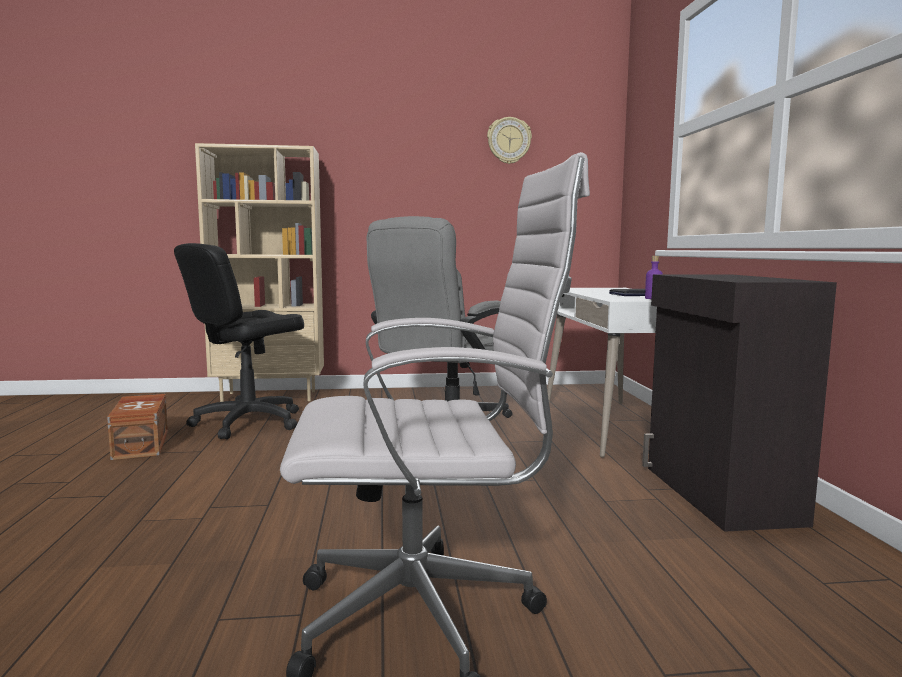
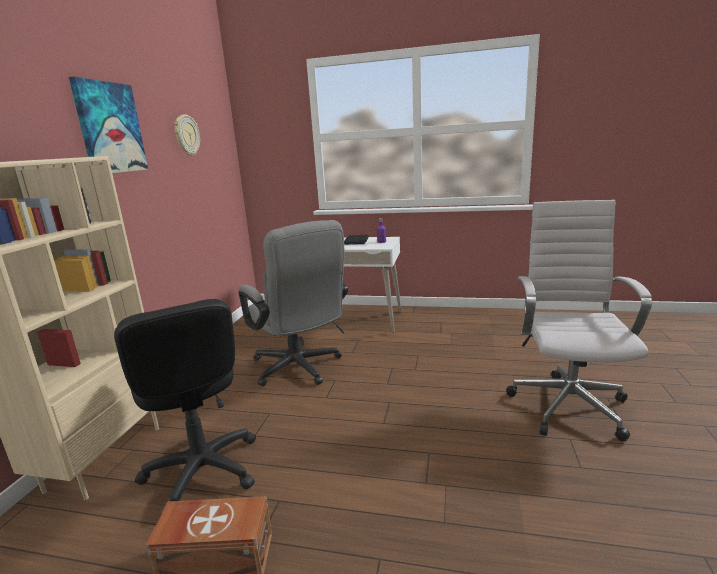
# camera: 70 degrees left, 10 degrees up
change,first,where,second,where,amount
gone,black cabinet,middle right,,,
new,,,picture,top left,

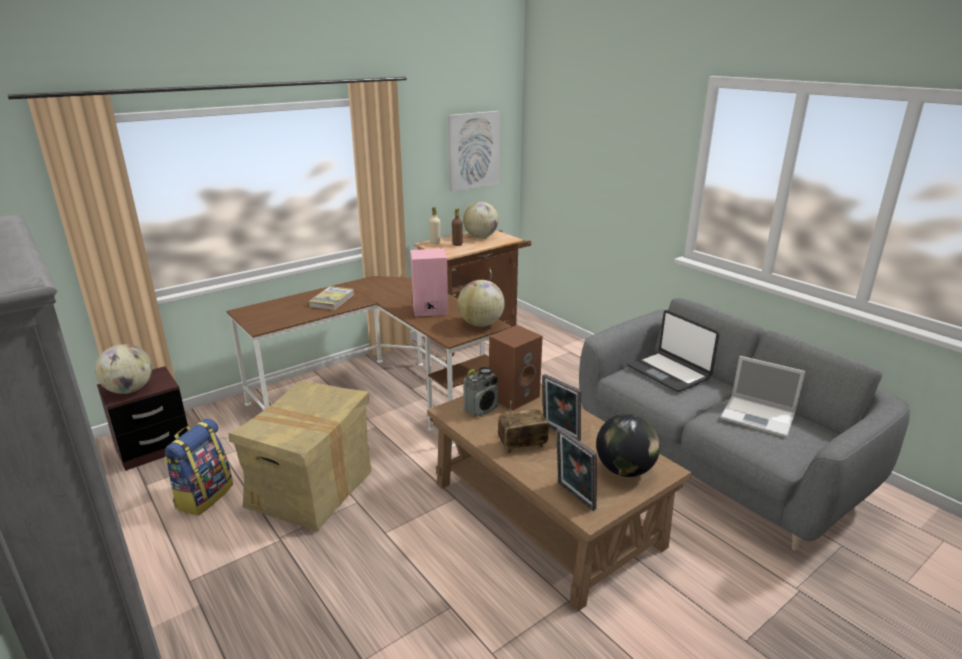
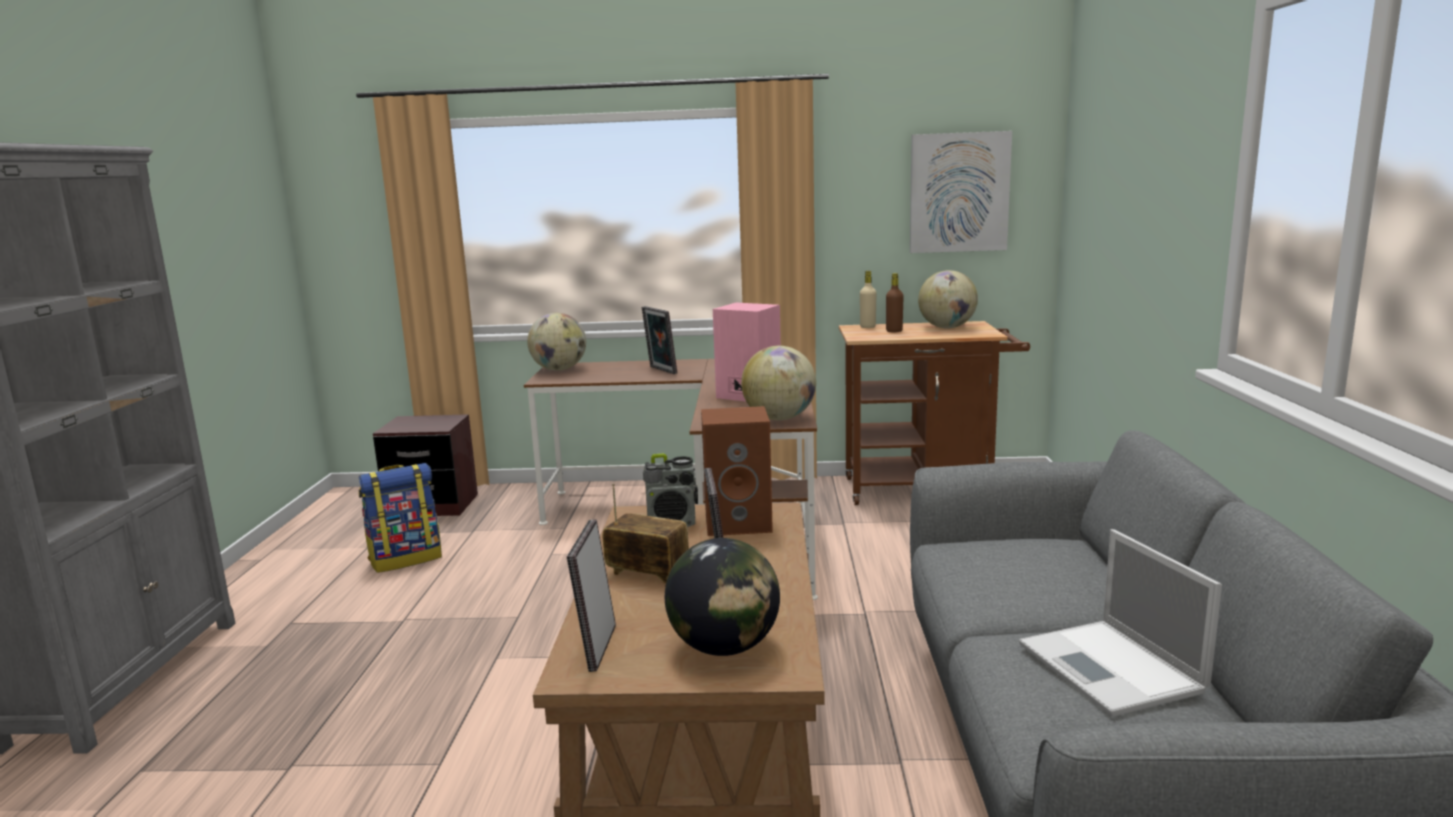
# camera: 40 degrees right, 10 degrees down
change,first,where,second,where,amount
gone,cardboard box,bottom left,,,
gone,laptop (no. 1 from left),middle right,,,
shifted,globe (no. 1 from left),middle left,,centre,
swapped,book,centre,picture frame (no. 2 from left),centre,

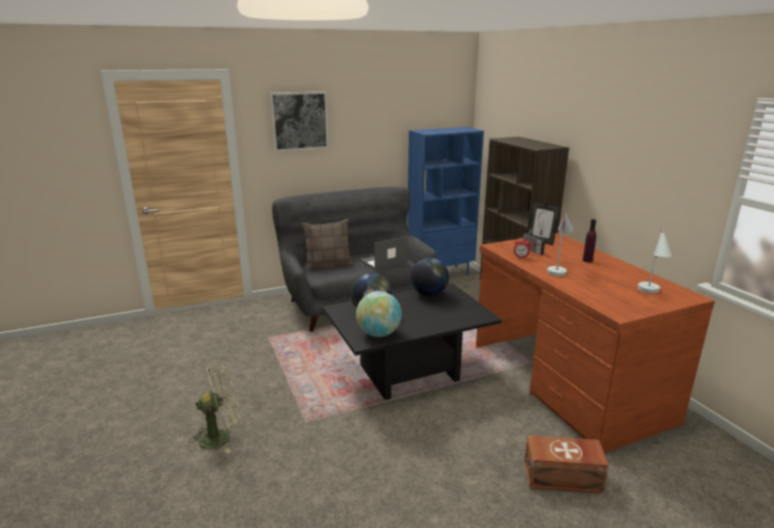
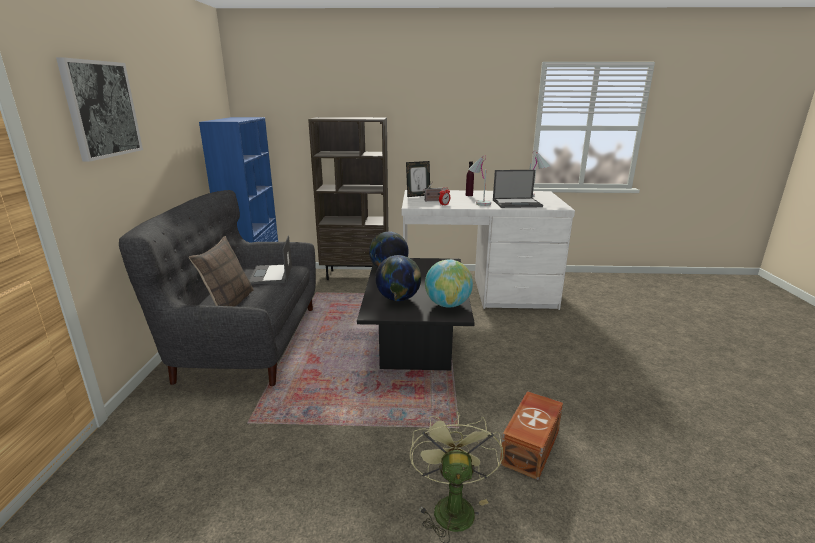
# camera: 65 degrees left, 0 degrees up
change,first,where,second,where,amount
new,,,laptop (no. 2 from left),centre,
shifted,brown storage box,bottom right,,bottom centre,
repainted,brown desk,middle right,white desk,centre,

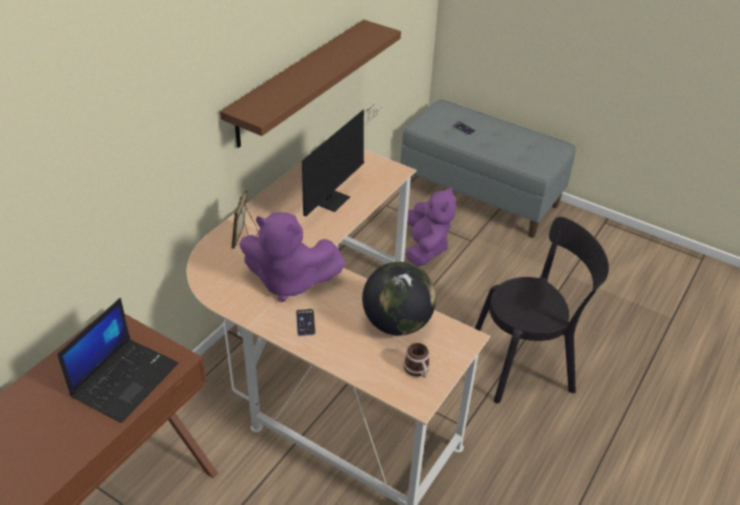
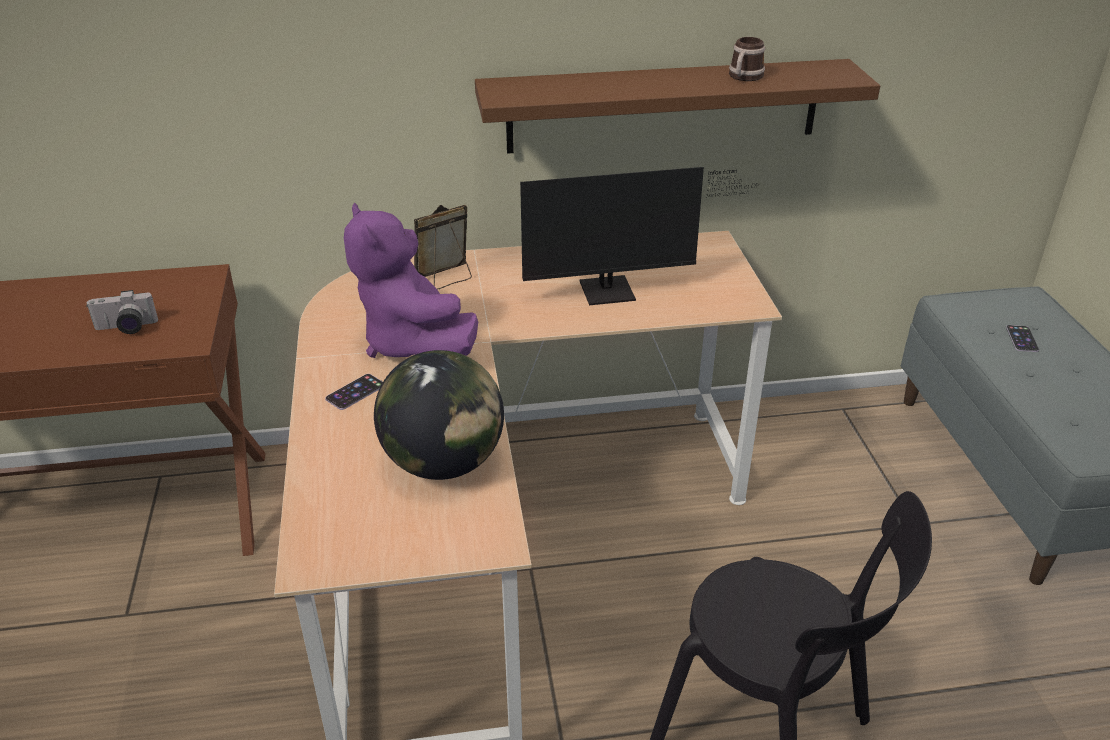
# camera: 50 degrees right, 5 degrees down
change,first,where,second,where,amount
gone,purple plush toy (no. 2 from left),centre,,,
shifted,mug,bottom centre,,top right,
swapped,laptop,bottom left,photo camera,middle left,

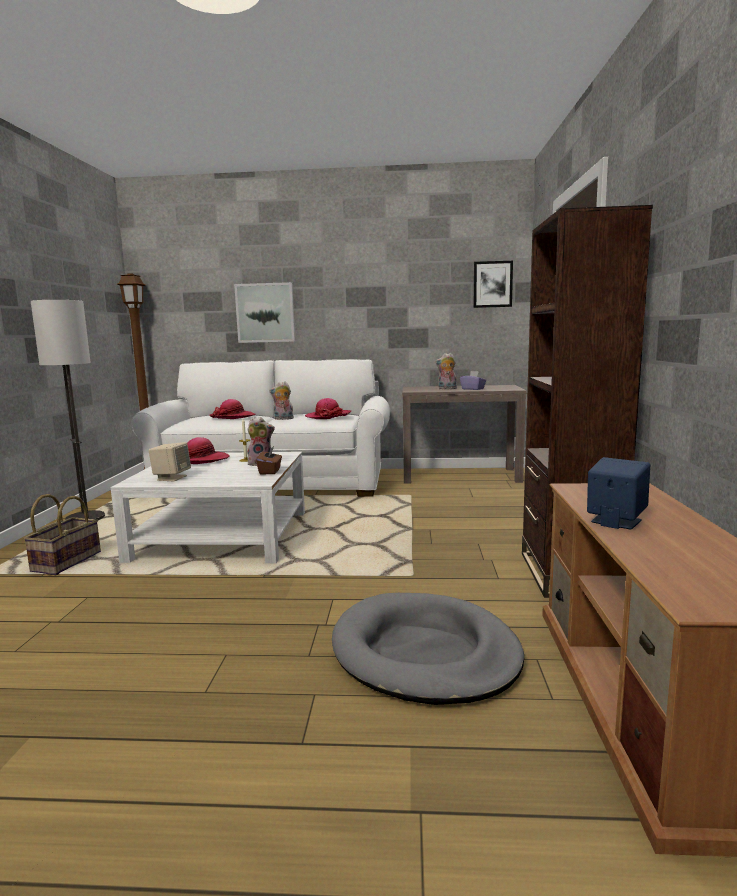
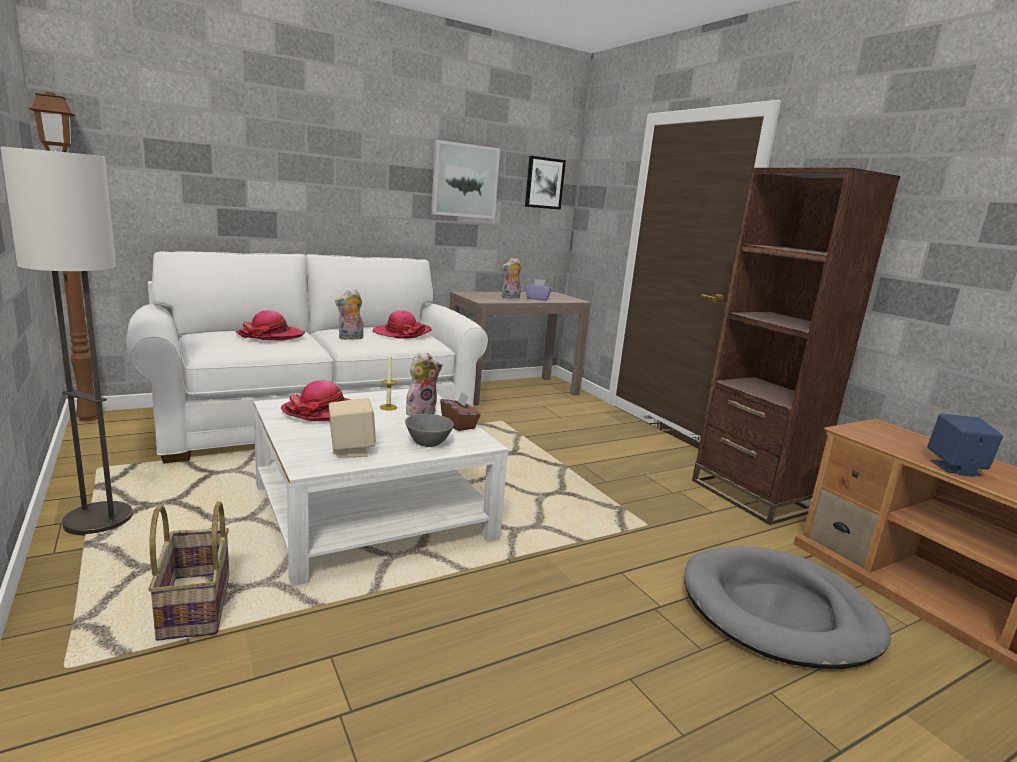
# camera: 35 degrees left, 5 degrees up
change,first,where,second,where,amount
new,,,grey bowl,centre,
shifted,picture (no. 1 from left),centre,,top centre,

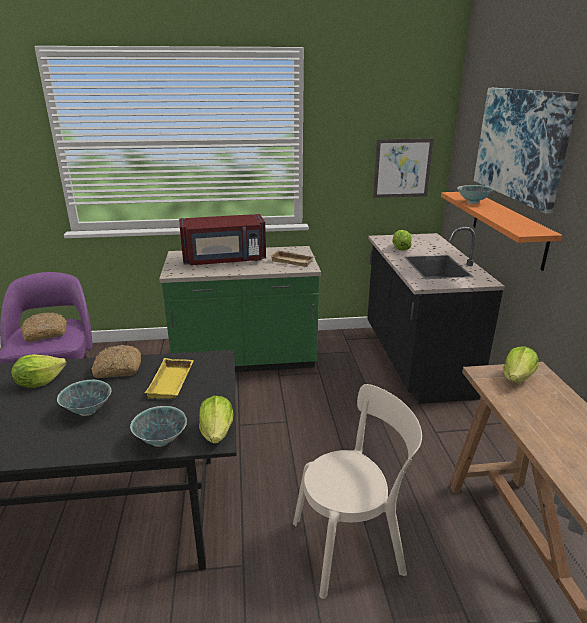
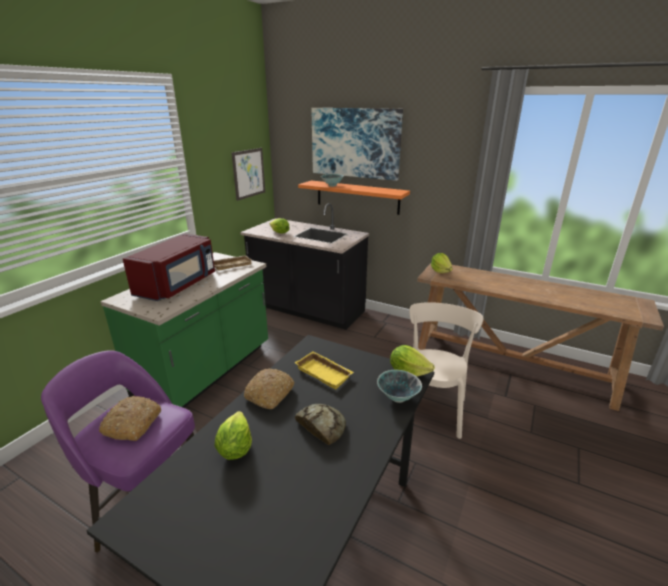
# camera: 55 degrees left, 0 degrees up
change,first,where,second,where,amount
swapped,bowl (no. 1 from left),middle left,bread (no. 3 from left),bottom centre,

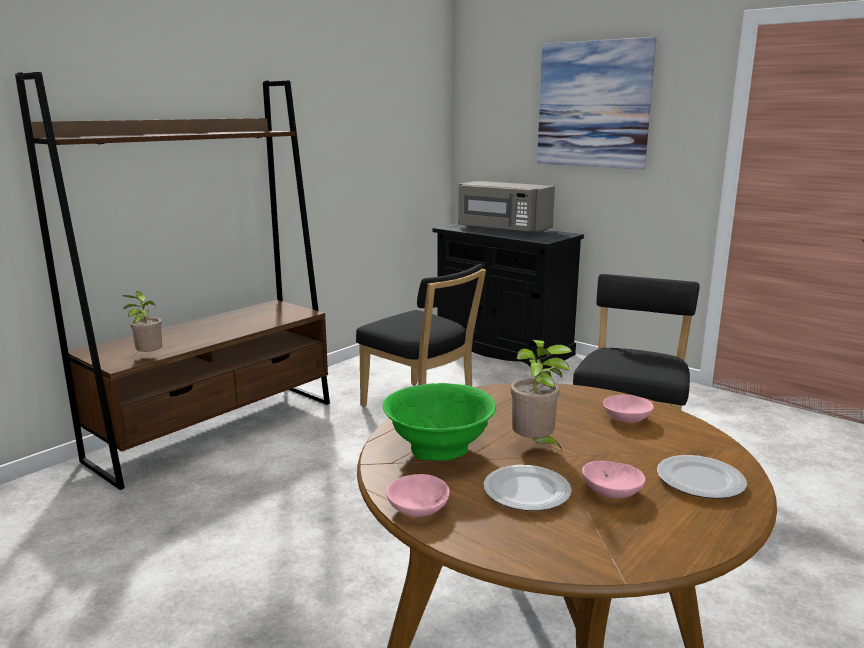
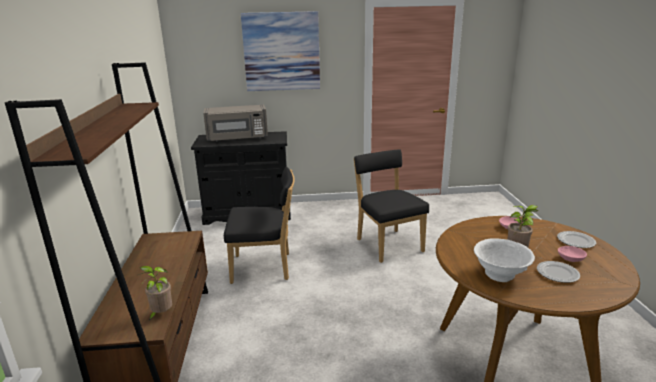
# camera: 45 degrees left, 5 degrees up
change,first,where,second,where,amount
gone,pink bowl (no. 1 from left),bottom centre,,,
repainted,green bowl,centre,white bowl,bottom right,

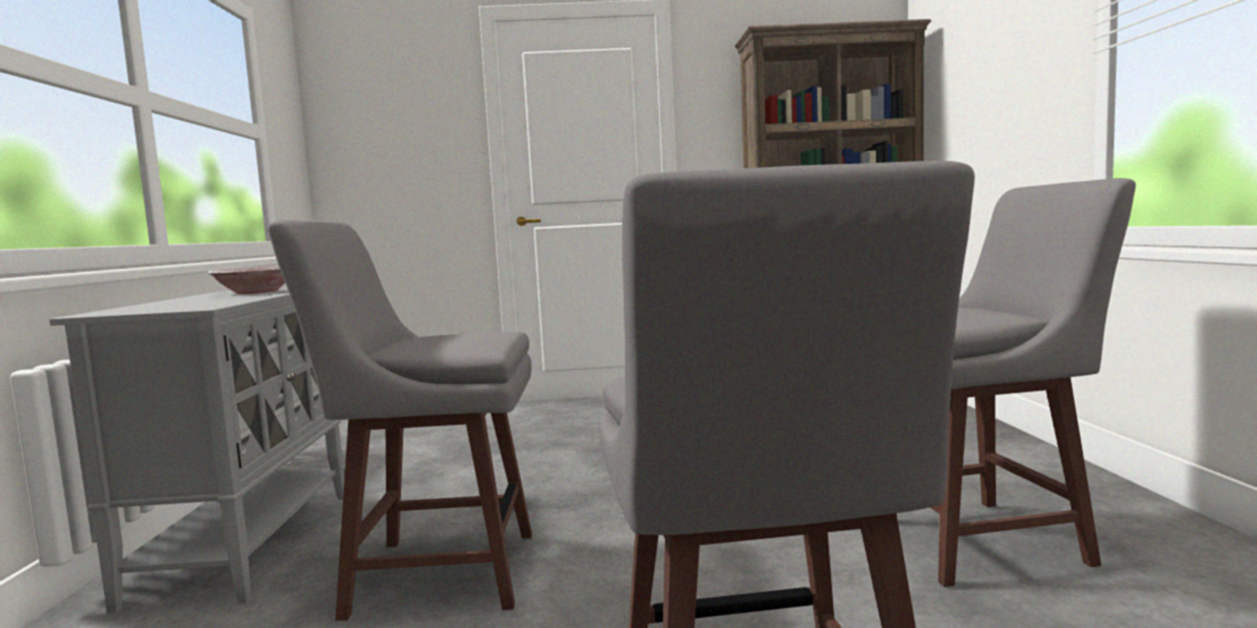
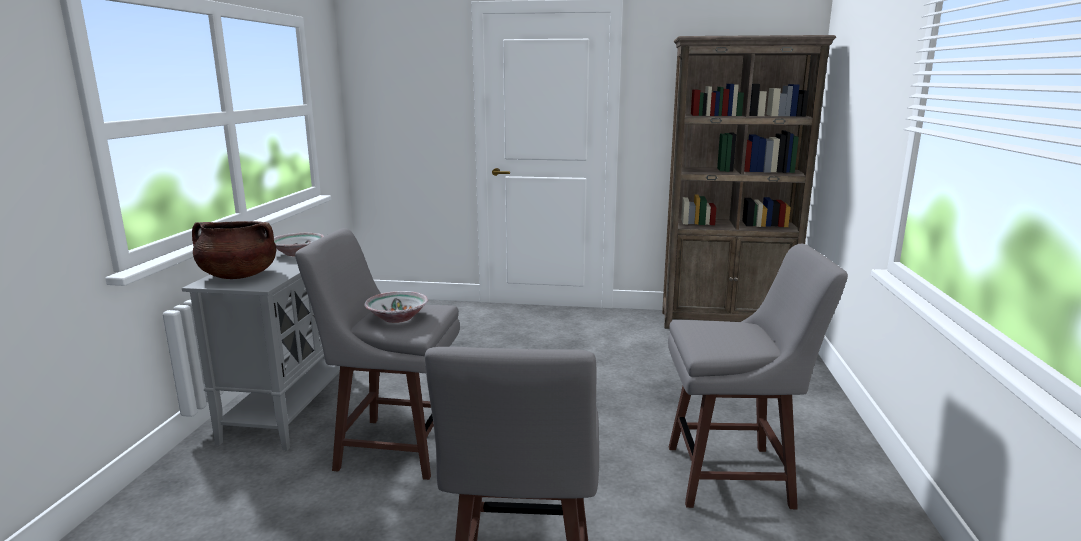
# camera: 10 degrees right, 10 degrees up
change,first,where,second,where,amount
new,,,brown cooking pot,middle left,
new,,,bowl (no. 2 from left),centre,

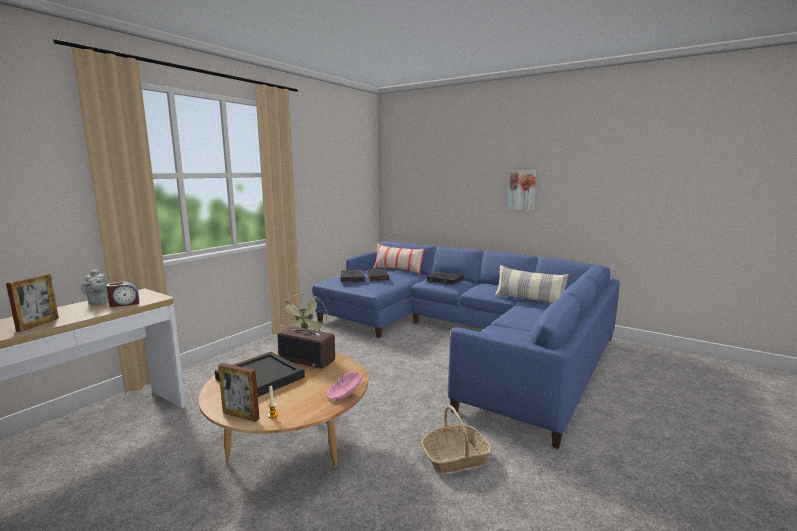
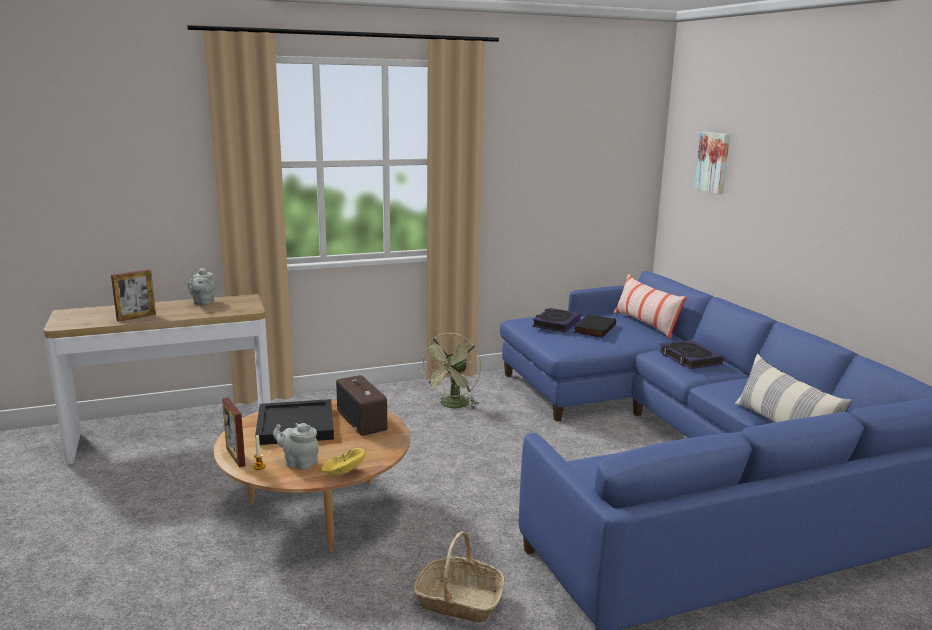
# camera: 35 degrees right, 5 degrees up
change,first,where,second,where,amount
gone,alarm clock,middle left,,,
new,,,grey teapot (no. 2 from left),bottom left,
shifted,picture,centre,,top right,
repainted,pink bowl,bottom centre,yellow bowl,bottom centre,

